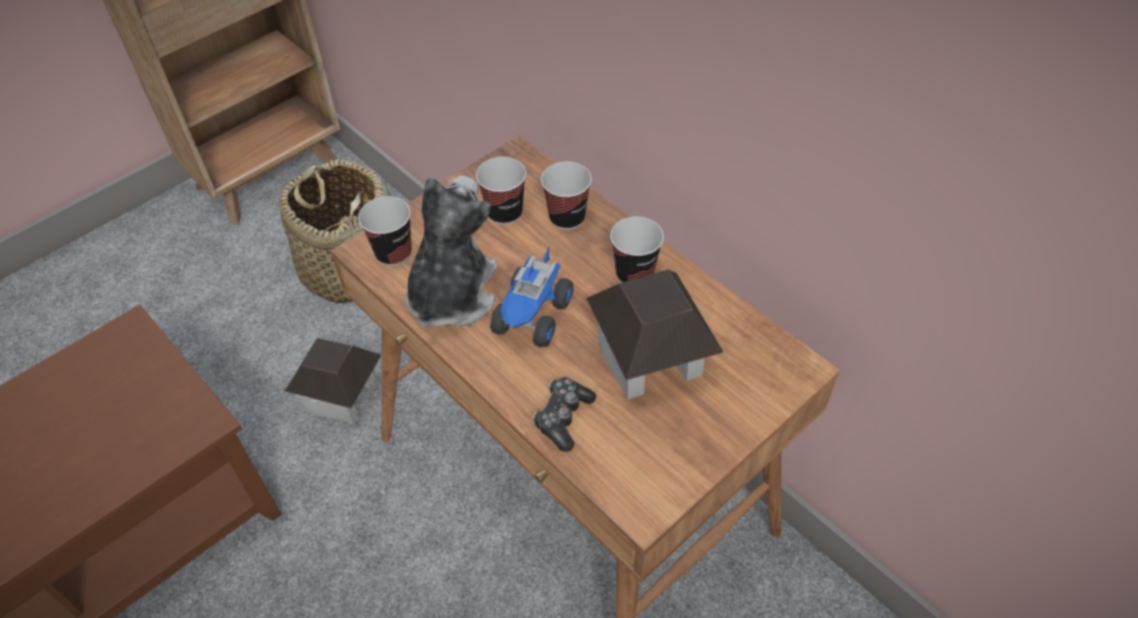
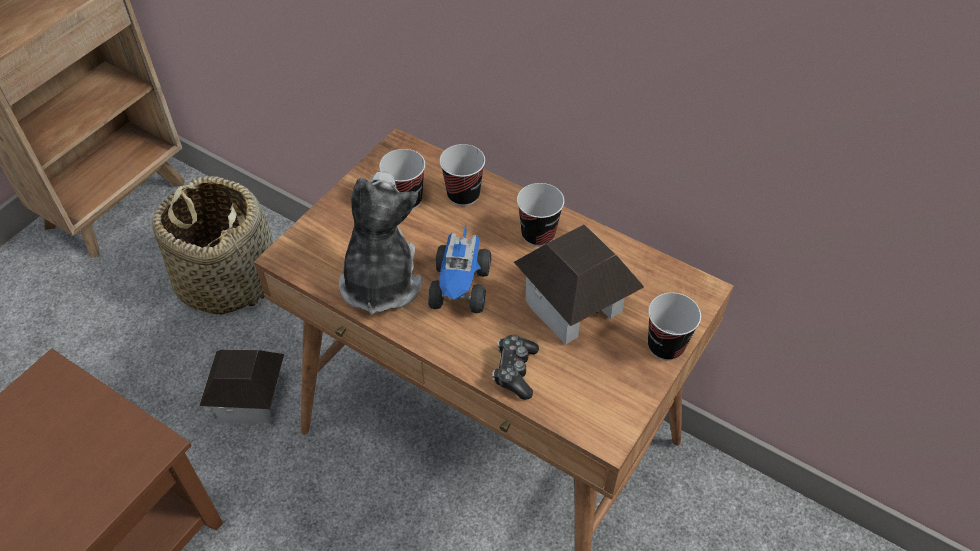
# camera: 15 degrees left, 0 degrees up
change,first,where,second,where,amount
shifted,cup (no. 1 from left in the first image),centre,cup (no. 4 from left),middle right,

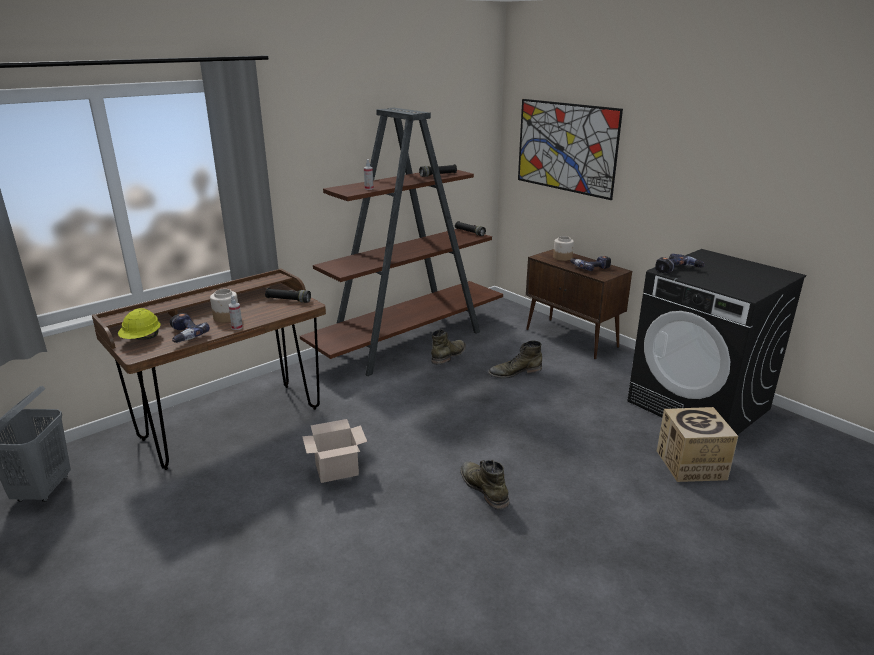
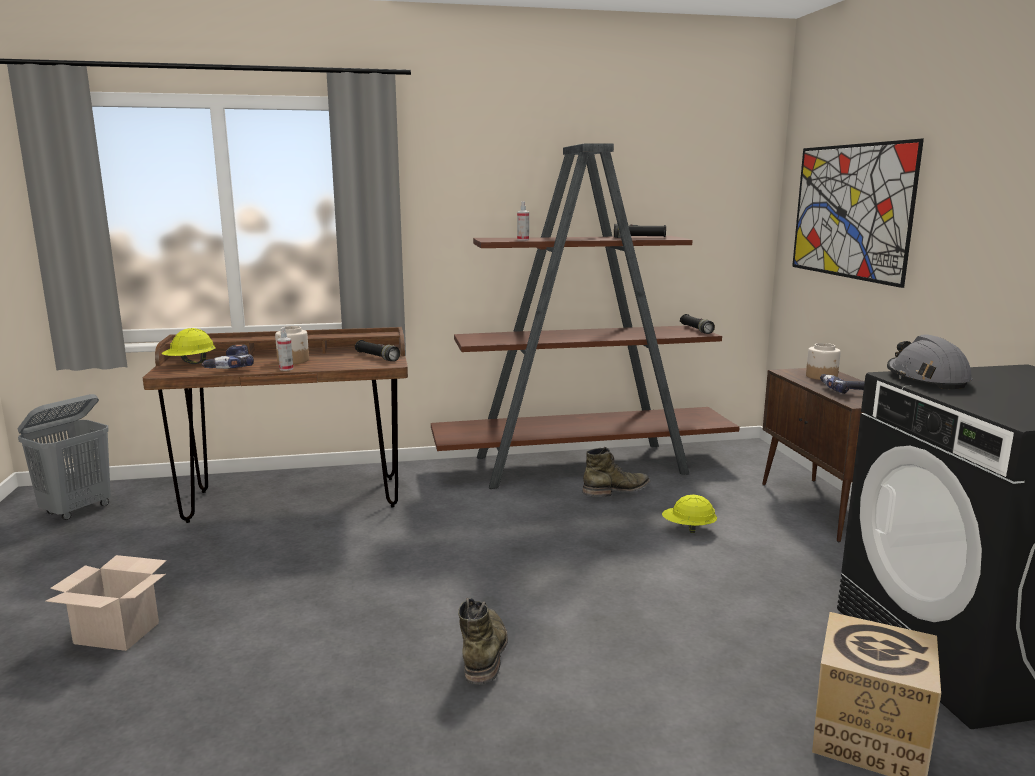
# camera: 30 degrees right, 10 degrees down
change,first,where,second,where,amount
shifted,cardboard box (no. 1 from left),bottom centre,,bottom left,
swapped,green boot (no. 3 from left),centre,yellow hard hat (no. 2 from left),centre,
swapped,power drill (no. 3 from left),middle right,grey hard hat,middle right,

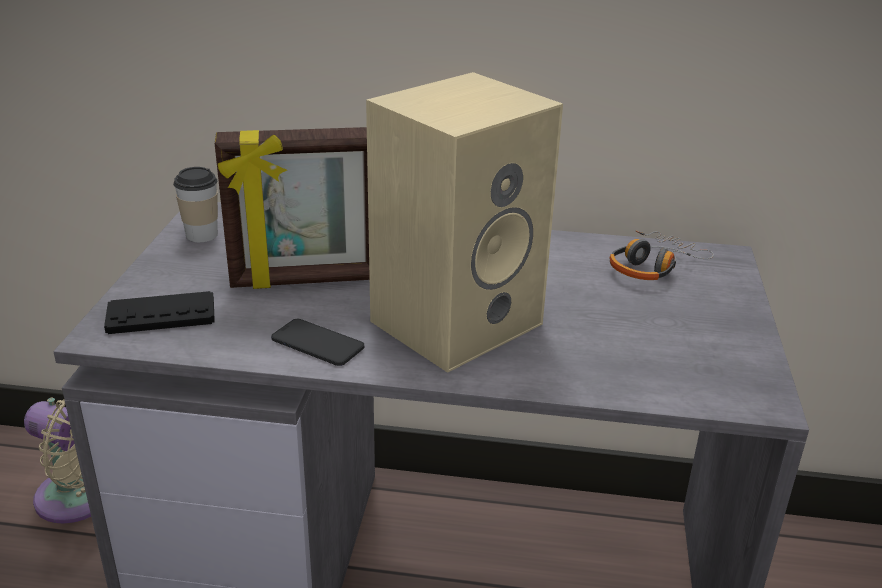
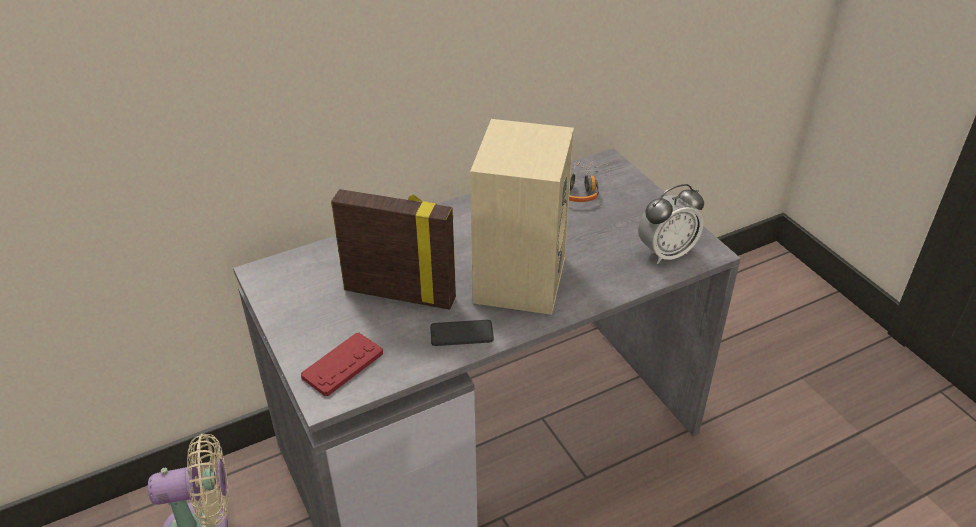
# camera: 35 degrees left, 10 degrees up
change,first,where,second,where,amount
gone,cup,middle left,,,
new,,,alarm clock,middle right,
repainted,black game controller,middle left,red game controller,bottom centre,
rotated,picture frame,middle left,,centre,120 degrees counterclockwise

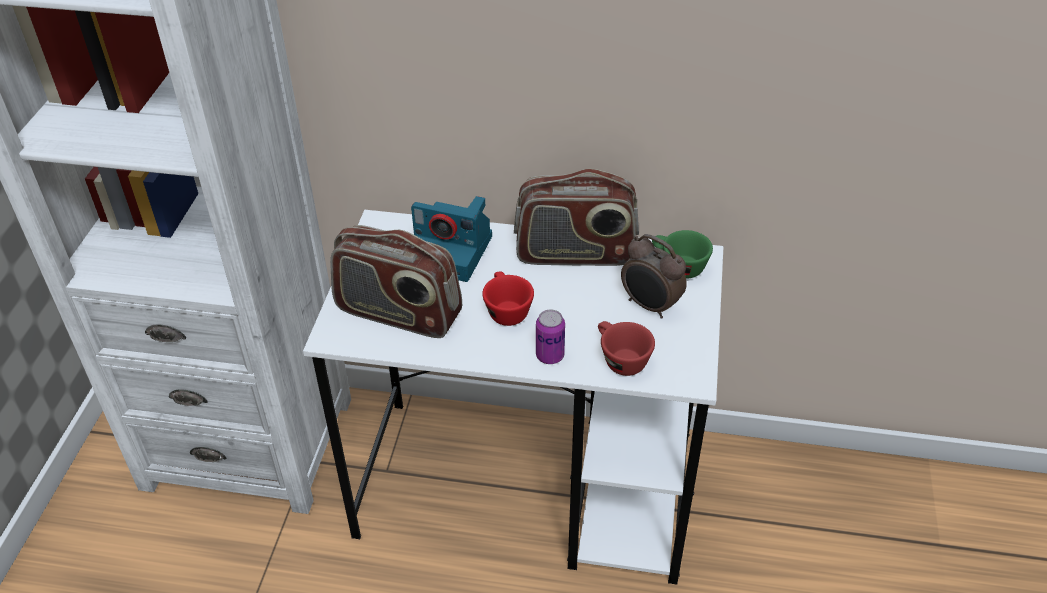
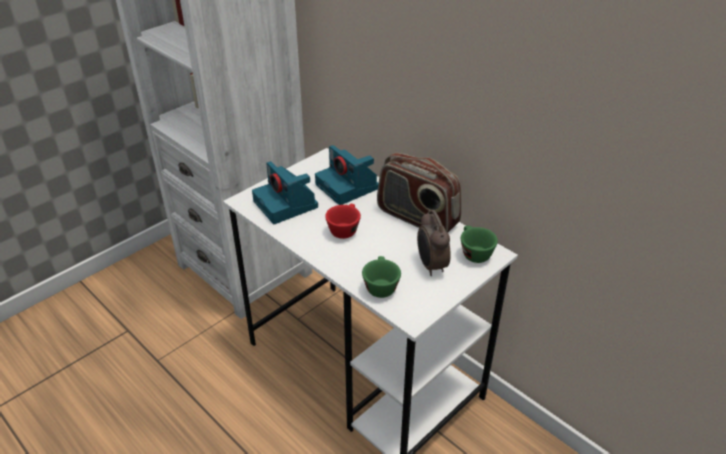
# camera: 35 degrees right, 5 degrees down
change,first,where,second,where,amount
gone,can,centre,,,
swapped,radio (no. 1 from left),centre,photo camera (no. 1 from left),centre,
repainted,red cup (no. 2 from left),centre,green cup (no. 1 from left),centre,

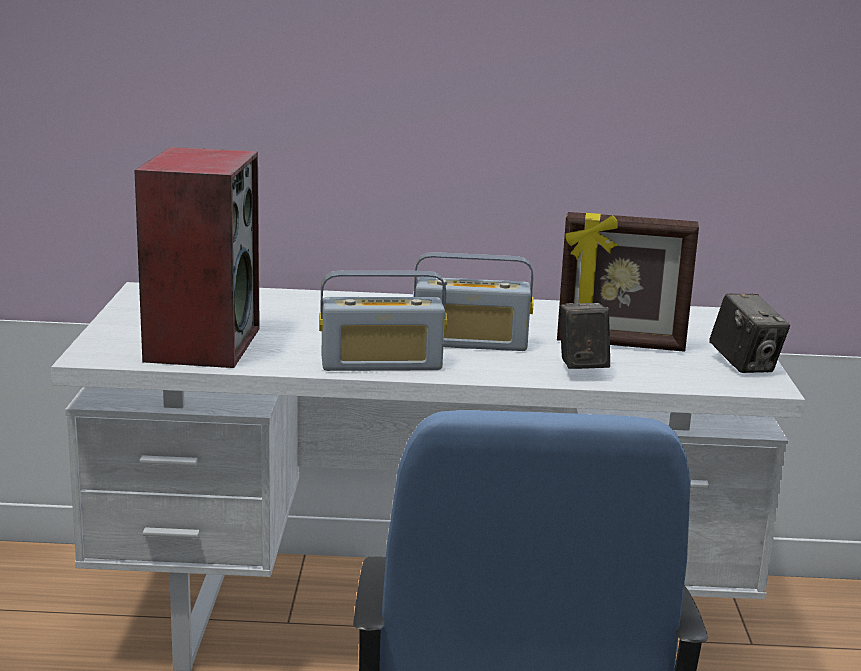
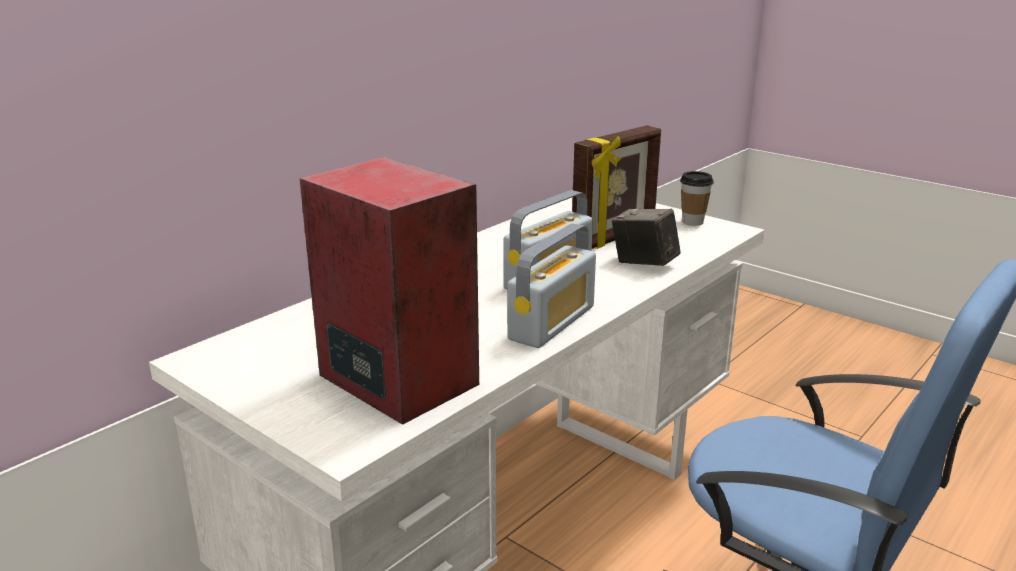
# camera: 50 degrees left, 5 degrees up
change,first,where,second,where,amount
swapped,photo camera (no. 2 from left),middle right,cup,middle right,

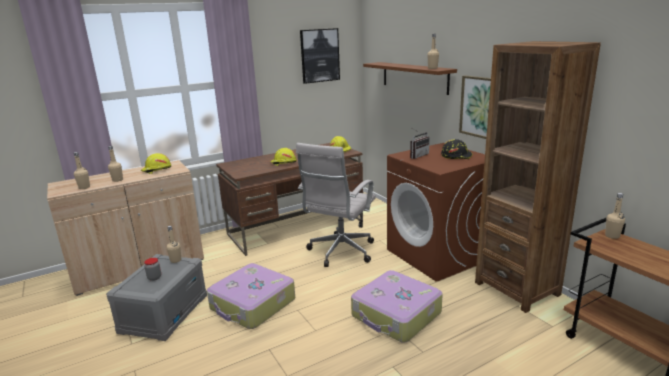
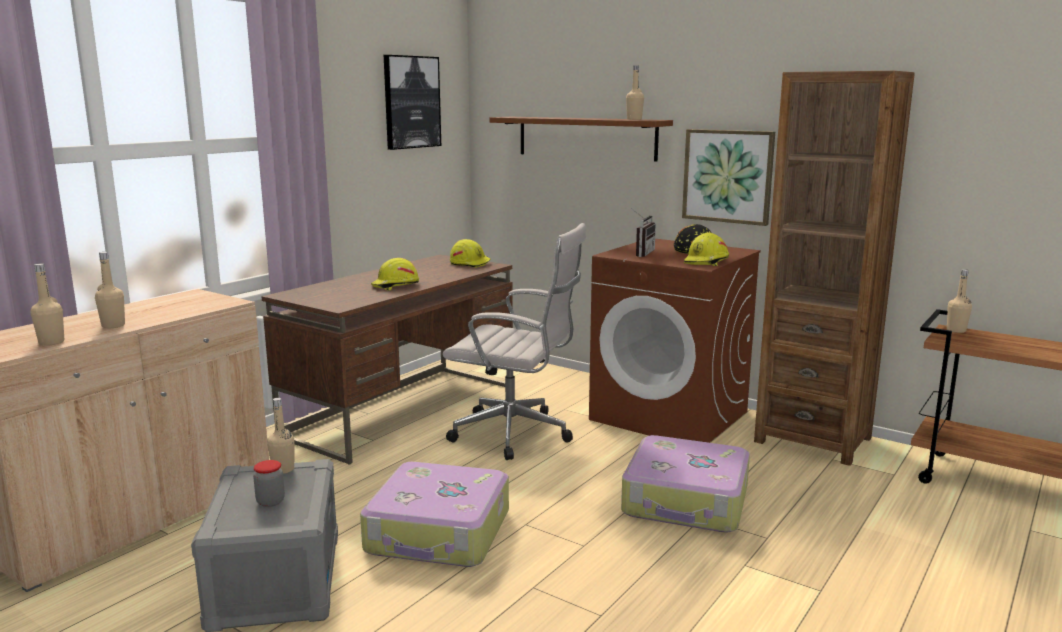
# camera: 25 degrees left, 5 degrees down
change,first,where,second,where,amount
shifted,yellow hard hat (no. 1 from left in the first image),middle left,yellow hard hat (no. 3 from left),centre,
rotated,white office chair,centre,,centre,75 degrees counterclockwise

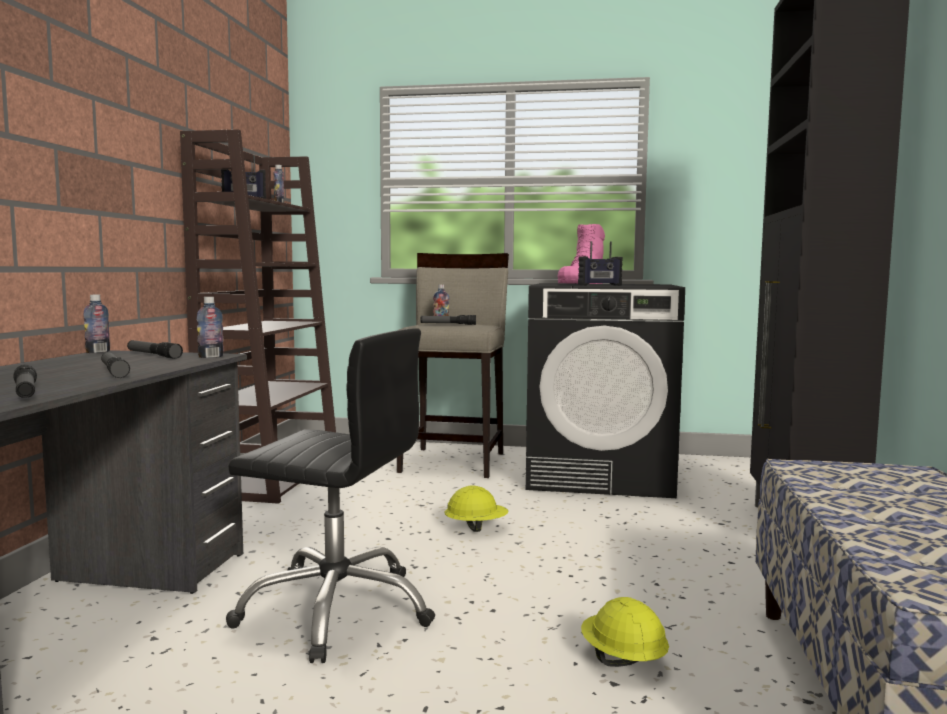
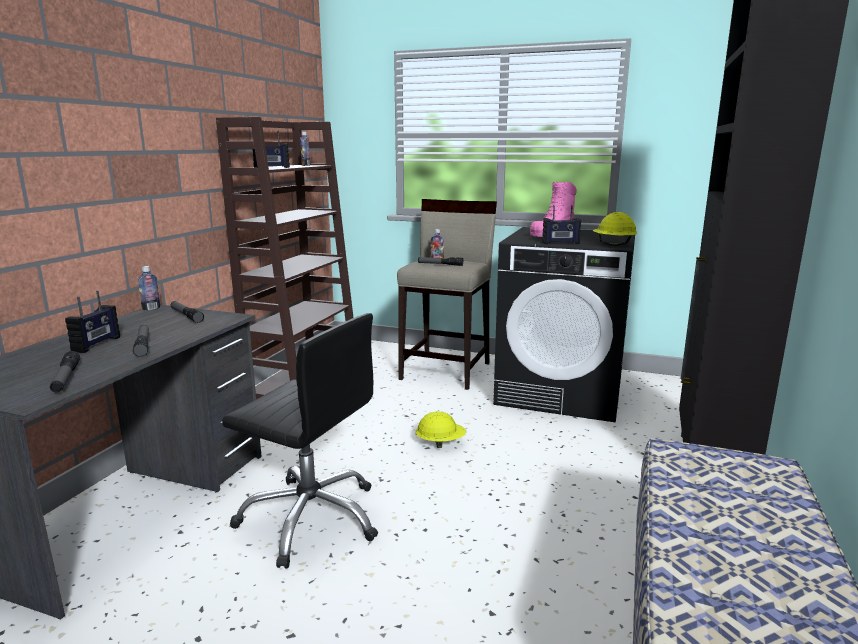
# camera: 10 degrees right, 10 degrees up
change,first,where,second,where,amount
gone,bottle (no. 2 from left),middle left,,,
new,,,radio (no. 1 from left),middle left,
shifted,yellow hard hat (no. 2 from left),bottom centre,,middle right,

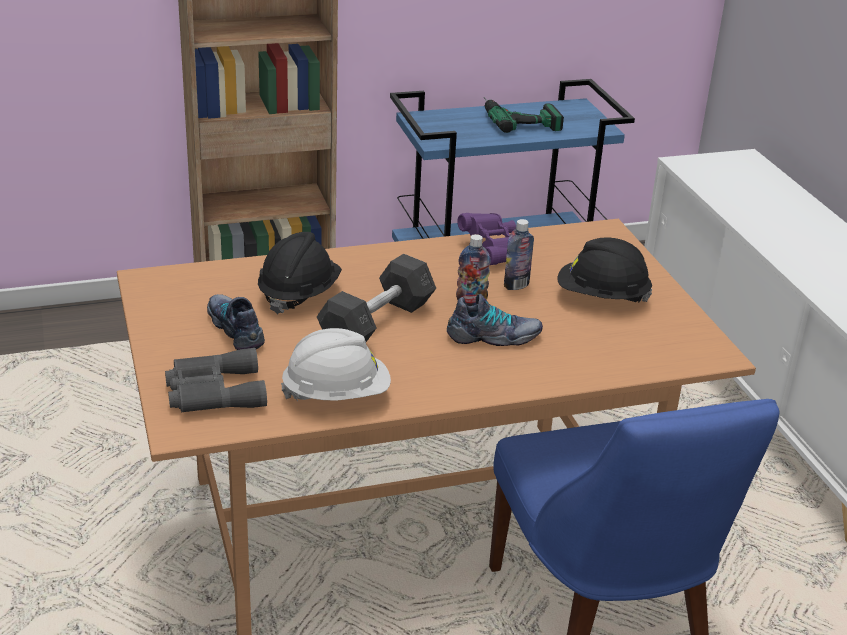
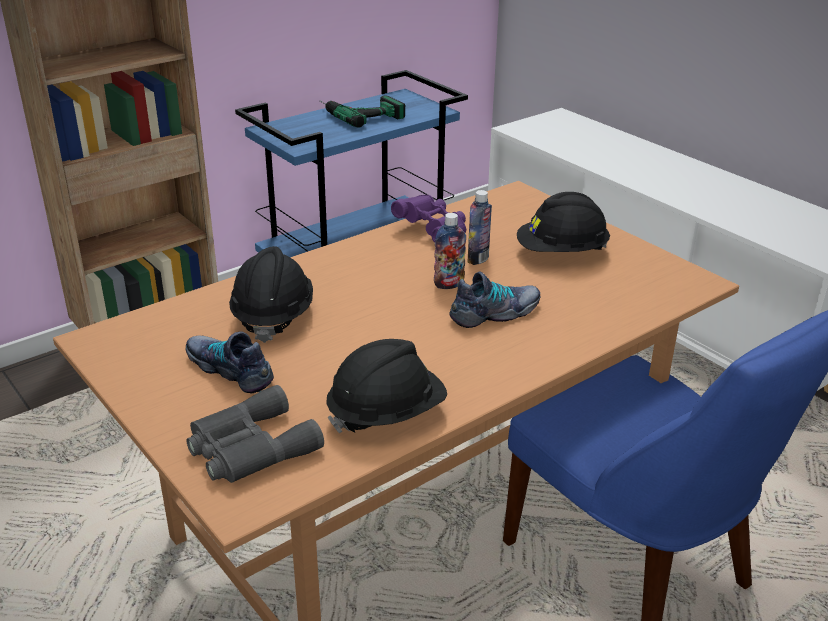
# camera: 20 degrees left, 0 degrees up
change,first,where,second,where,amount
gone,grey dumbbell,centre,,,
repainted,white hard hat,centre,black hard hat (no. 2 from left),centre,

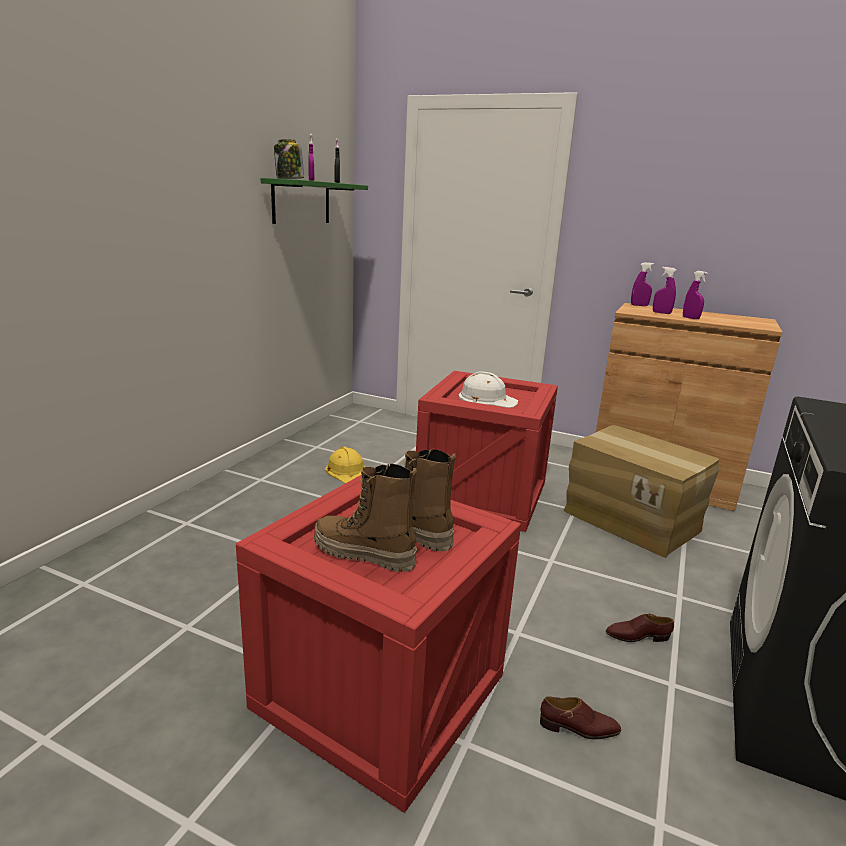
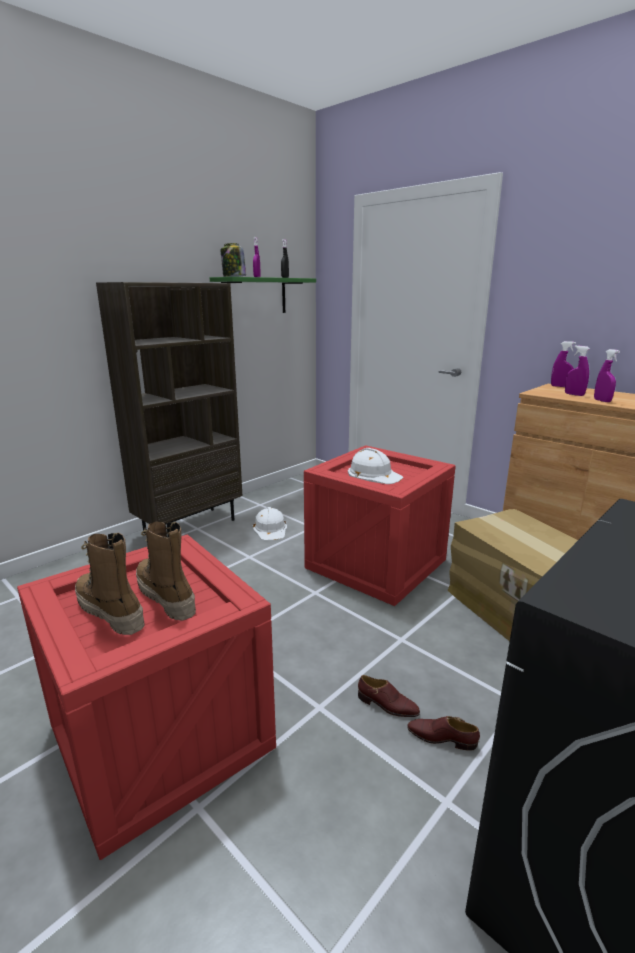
# camera: 20 degrees right, 0 degrees up
change,first,where,second,where,amount
new,,,brown bookcase,middle left,
shifted,brown shoe (no. 1 from left),bottom right,,bottom centre,
repainted,yellow hard hat,centre,white hard hat (no. 1 from left),centre,

